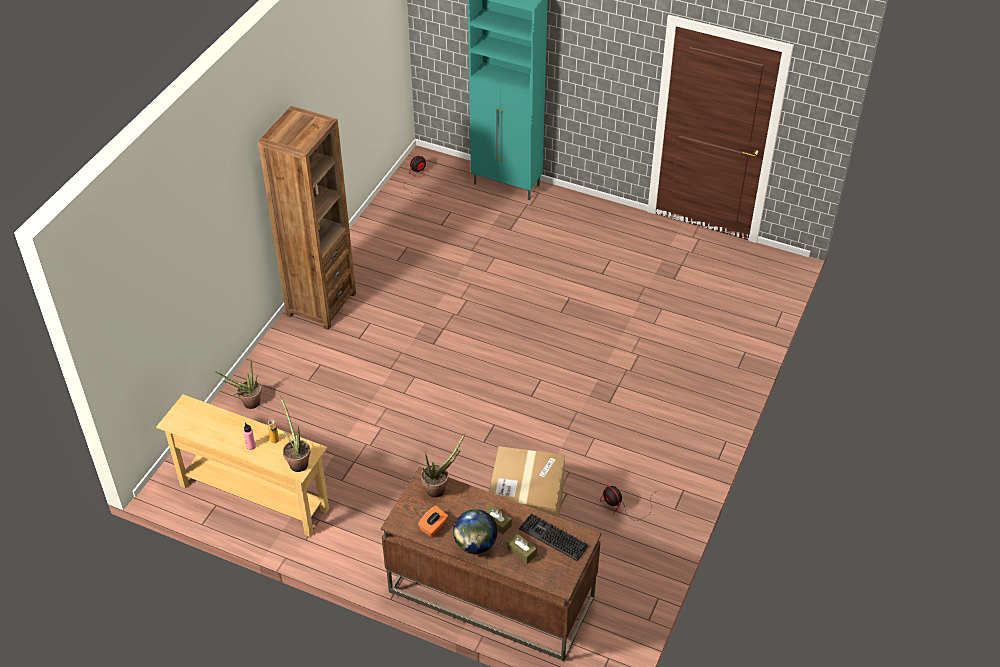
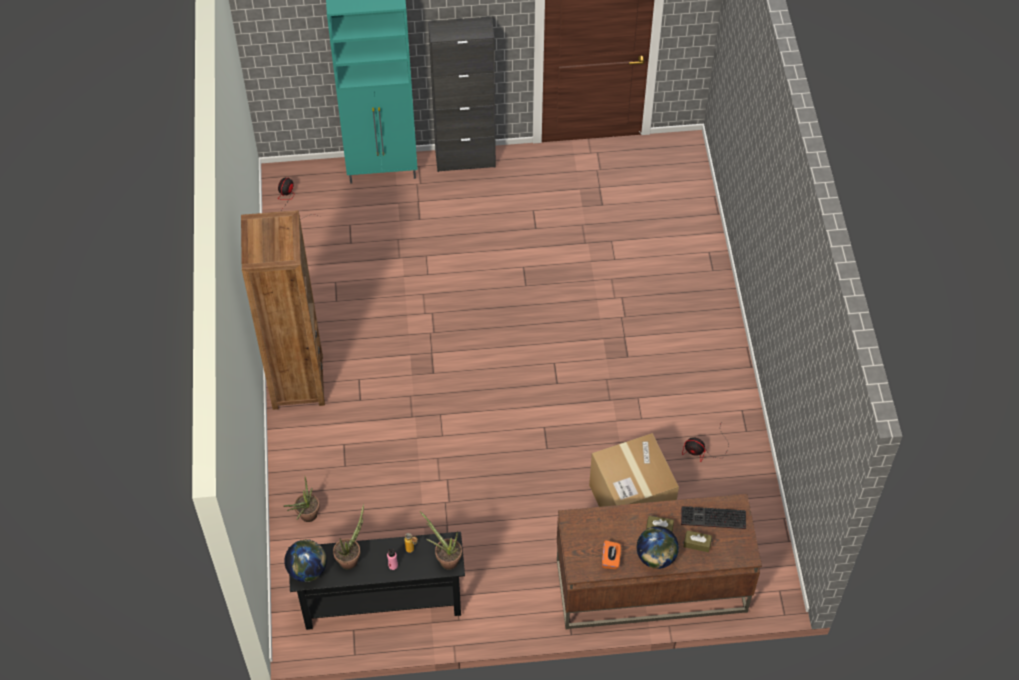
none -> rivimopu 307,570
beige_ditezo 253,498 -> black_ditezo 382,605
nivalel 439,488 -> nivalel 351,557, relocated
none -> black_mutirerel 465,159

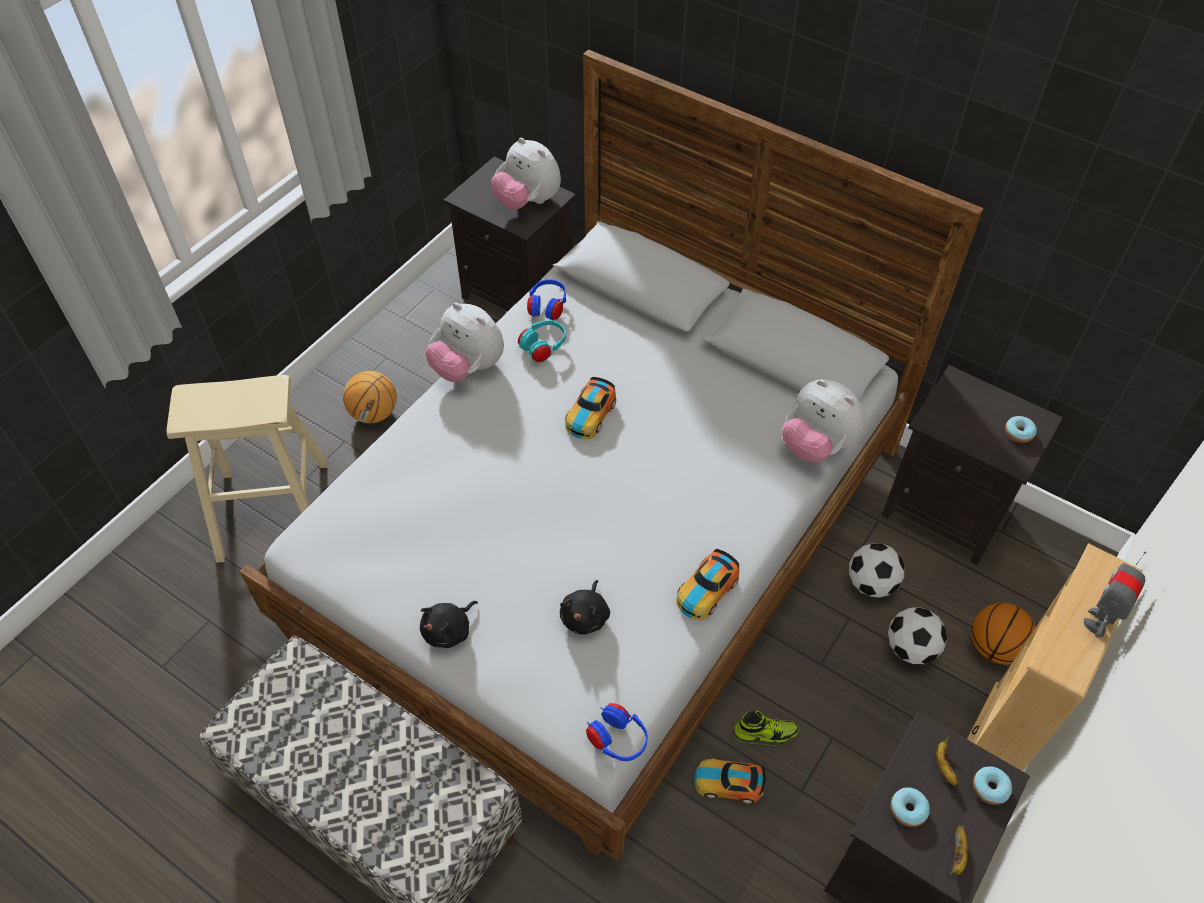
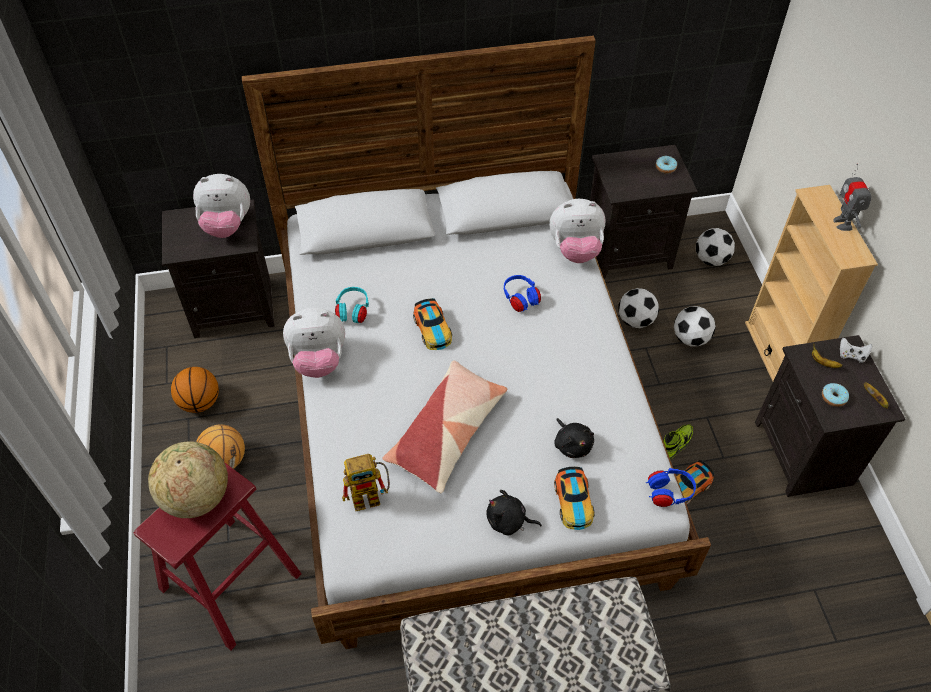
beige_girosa 273,510 -> red_girosa 230,581
none -> rivimopu 196,497
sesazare 995,647 -> sesazare 200,402, relocated
none -> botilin 371,496
none -> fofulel 447,432
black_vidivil 449,630 -> black_vidivil 509,521, 105 degrees clockwise
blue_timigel 547,308 -> blue_timigel 520,300, relocated
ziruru 706,590 -> ziruru 573,502, relocated
none -> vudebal 711,259
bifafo 990,788 -> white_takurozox 851,355

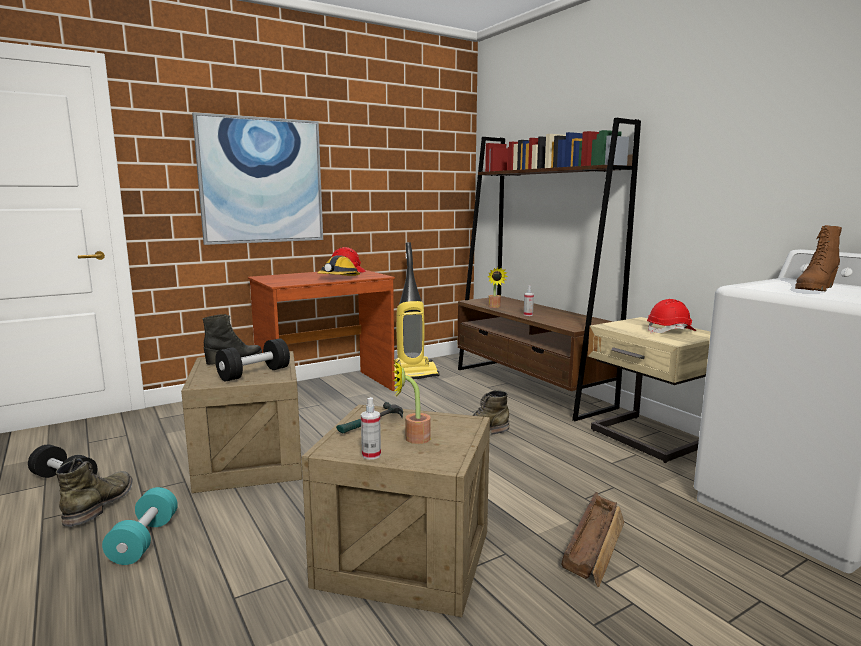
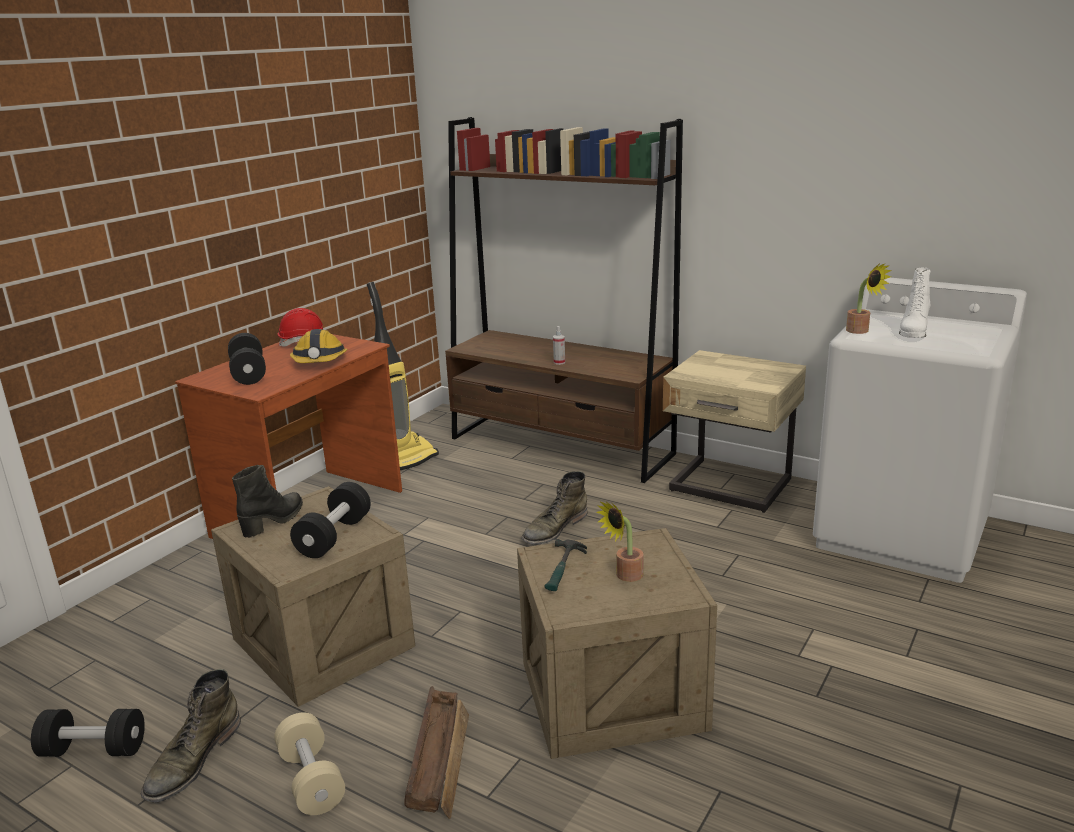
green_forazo 101,503 -> green_forazo 193,759, 135 degrees counterclockwise
none -> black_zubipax 249,373
turquoise_zubipax 144,540 -> beige_zubipax 311,780
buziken 595,545 -> buziken 439,759, relocated
nivalel 495,307 -> nivalel 861,331, relocated
brown_forazo 814,289 -> white_forazo 913,332
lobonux 261,181 -> none
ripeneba 371,455 -> none
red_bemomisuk 670,331 -> none

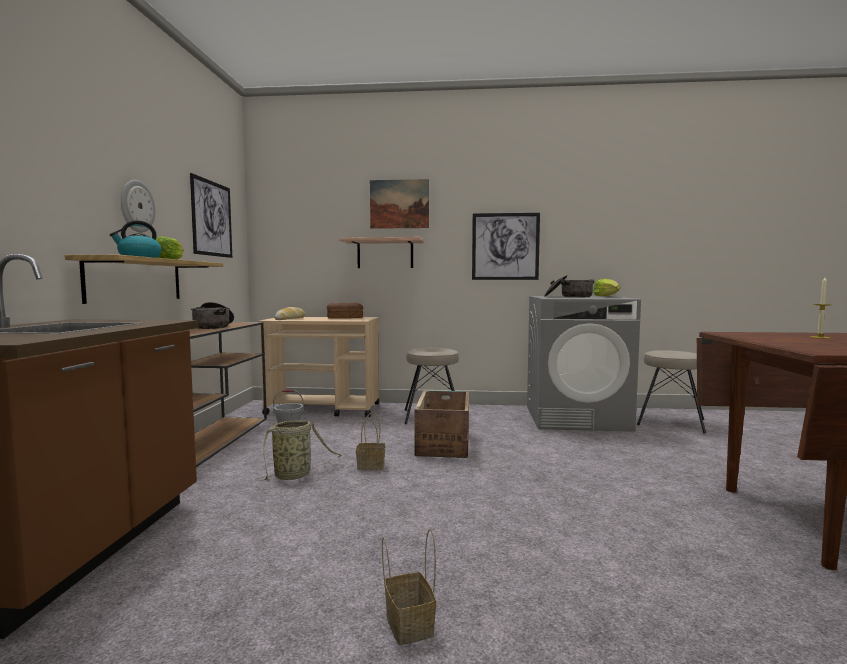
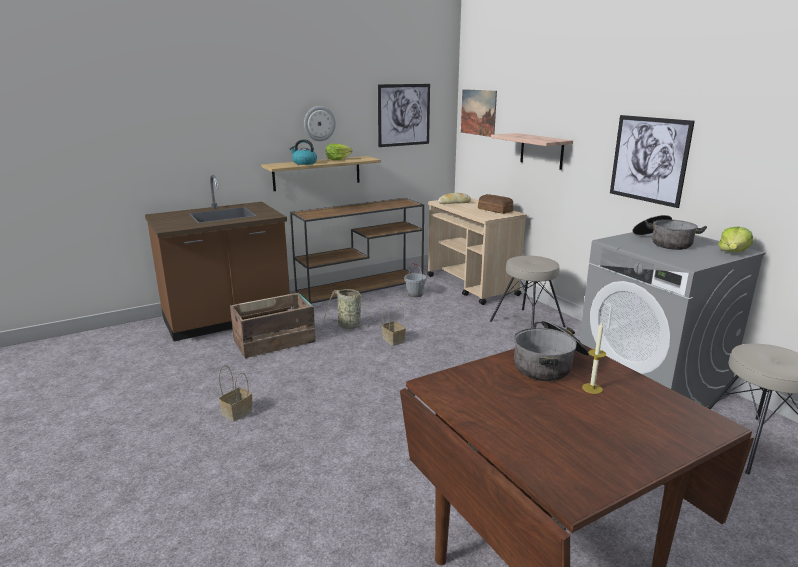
buziken 444,443 -> buziken 276,341, relocated
lobonux 399,204 -> lobonux 478,112, relocated
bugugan 214,326 -> bugugan 550,364, relocated

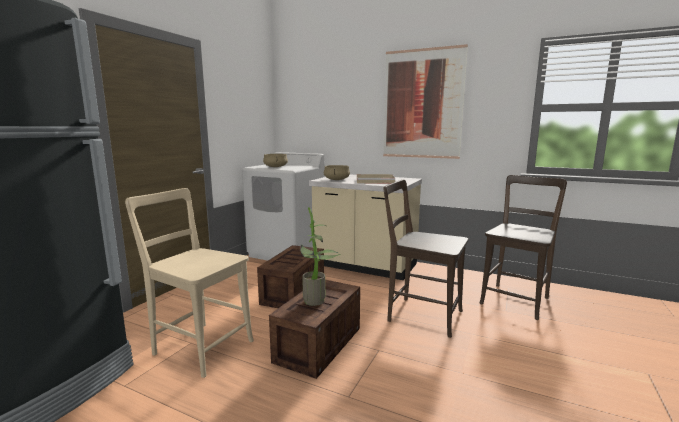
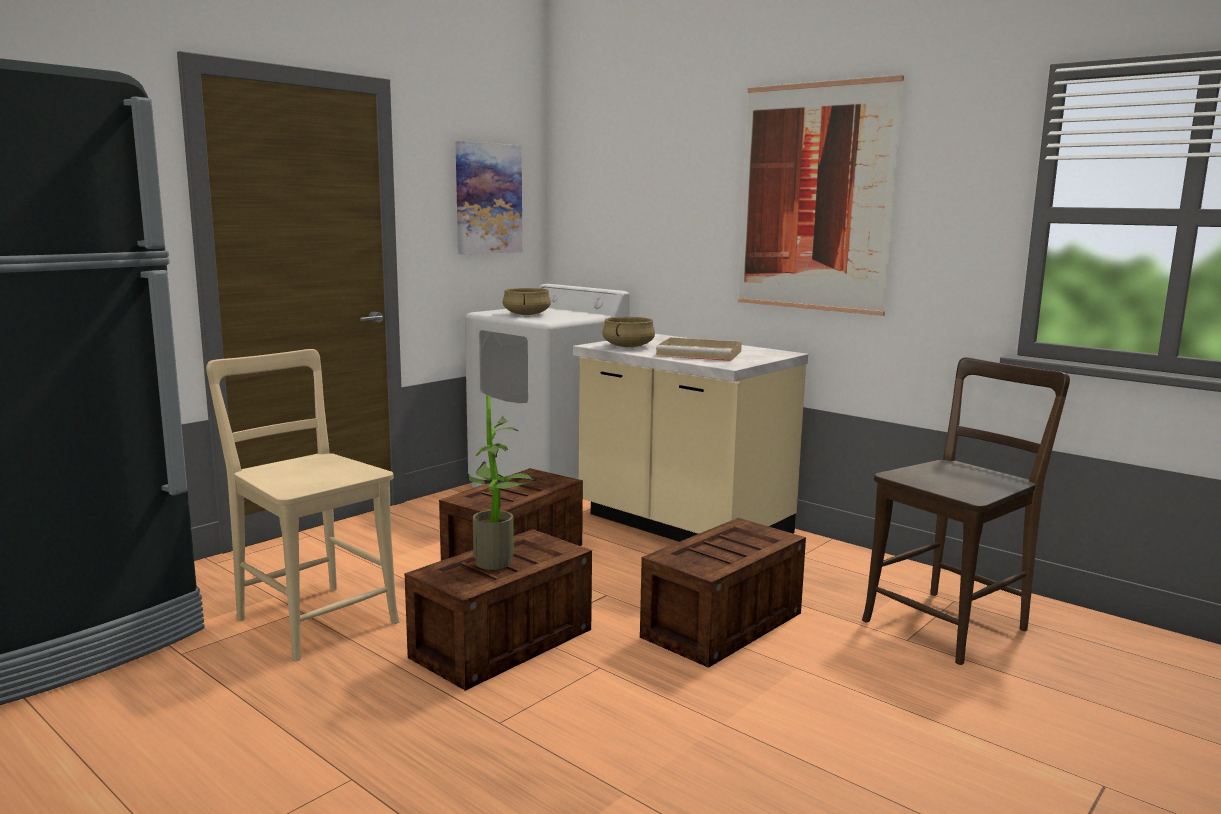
none -> lobonux 488,198
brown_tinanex 420,315 -> buziken 724,624

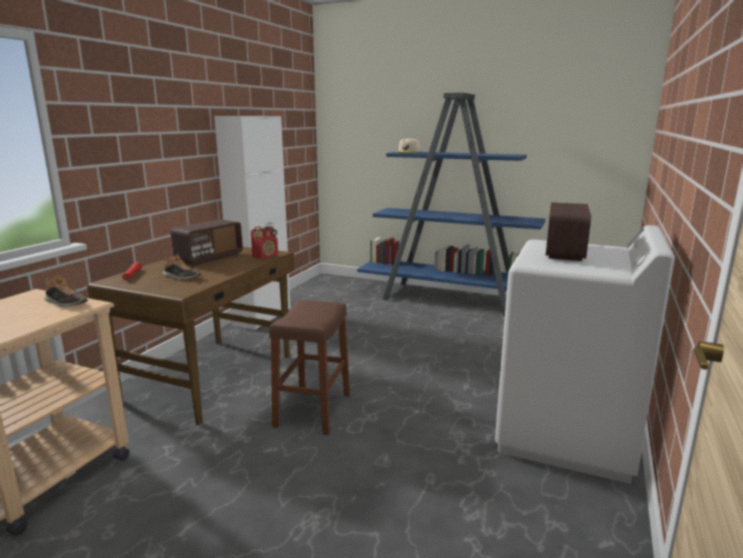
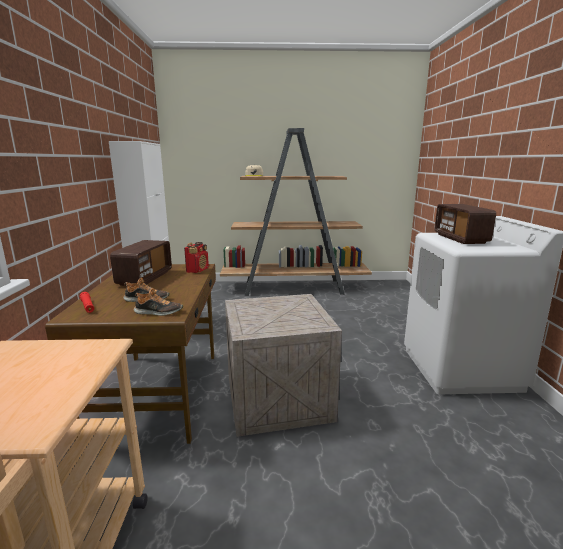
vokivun 65,303 -> vokivun 158,312, relocated
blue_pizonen 452,299 -> brown_pizonen 295,288
brown_girosa 313,410 -> buziken 279,399

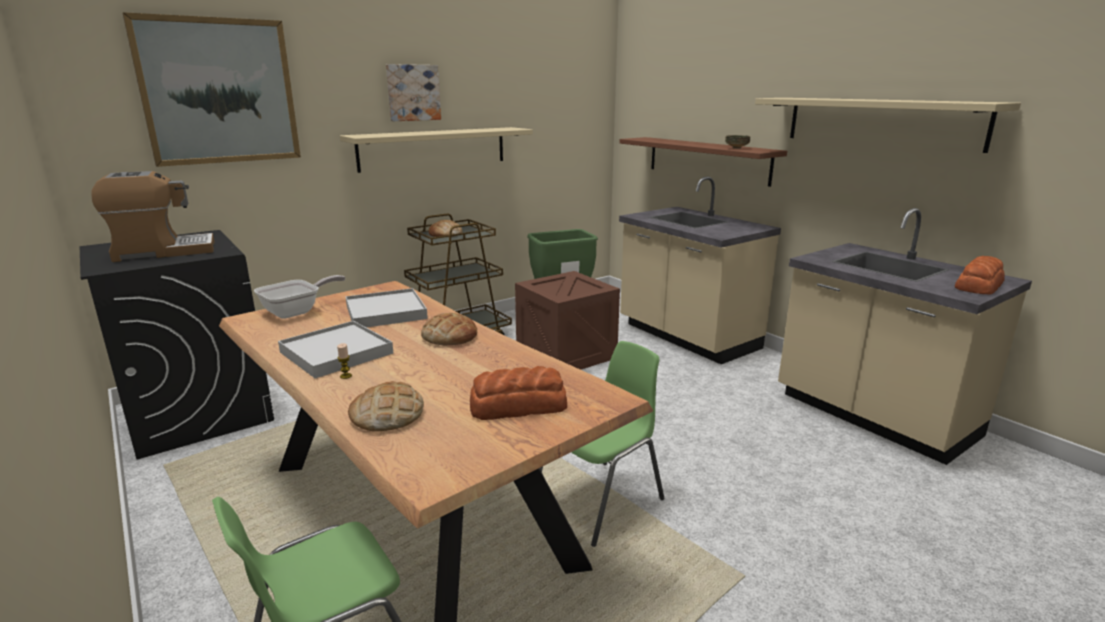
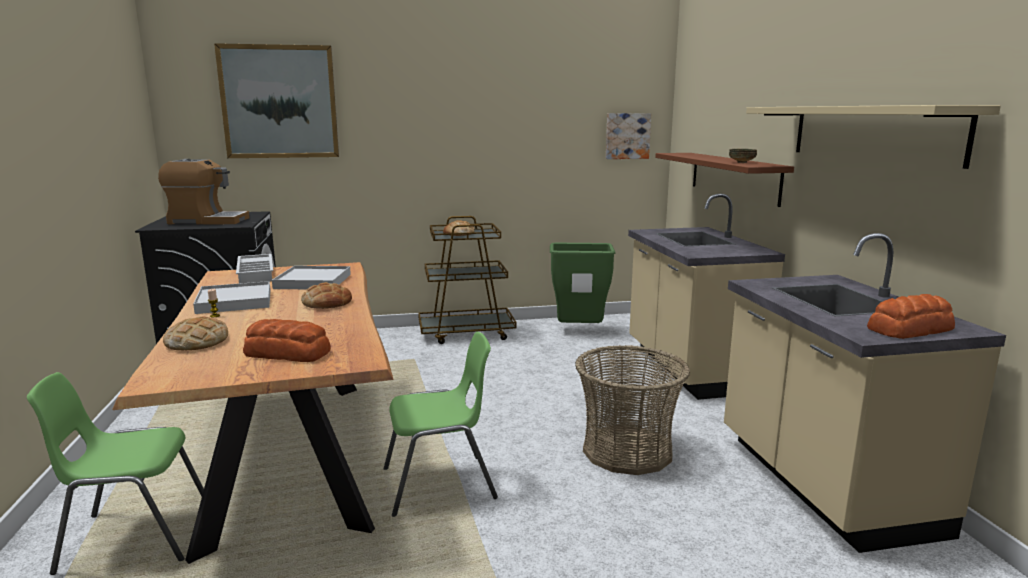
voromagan 297,311 -> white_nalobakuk 257,273
none -> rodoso 627,451
lobonux 413,92 -> lobonux 627,136, relocated
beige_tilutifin 433,148 -> none
buziken 566,354 -> none

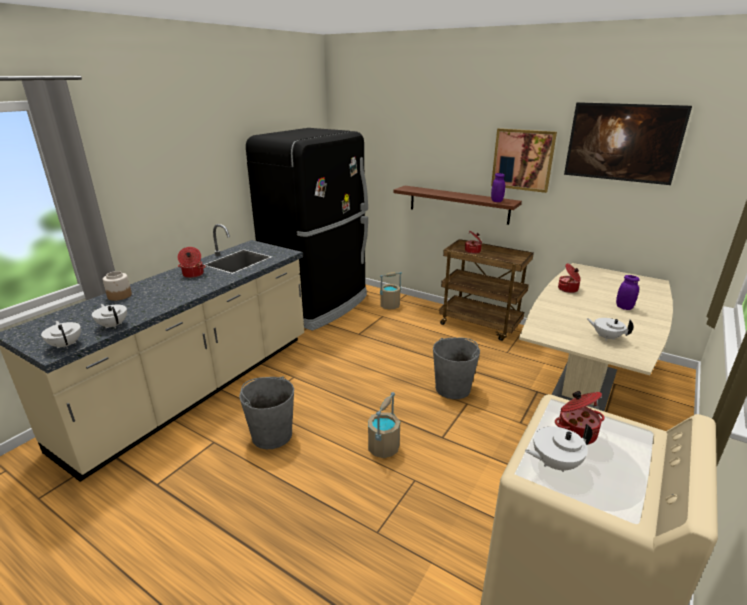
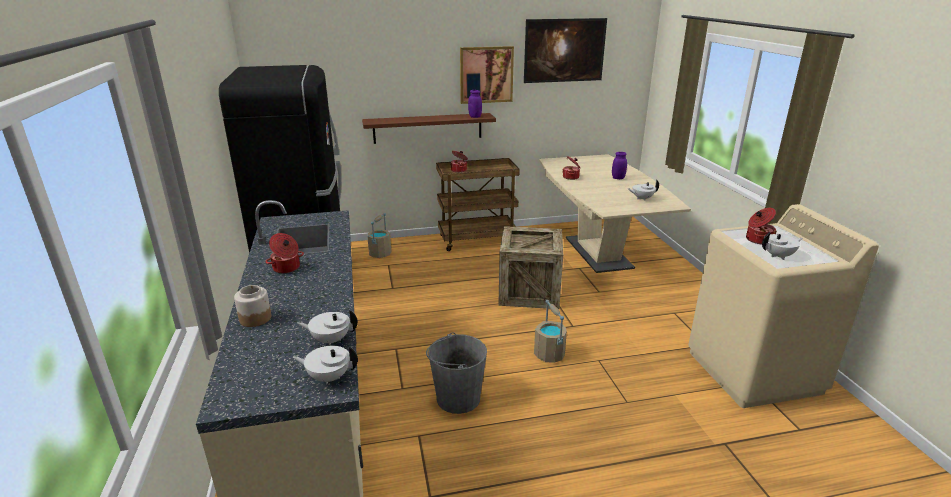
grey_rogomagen 453,388 -> buziken 529,292
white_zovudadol 554,463 -> white_zovudadol 778,256, 135 degrees counterclockwise

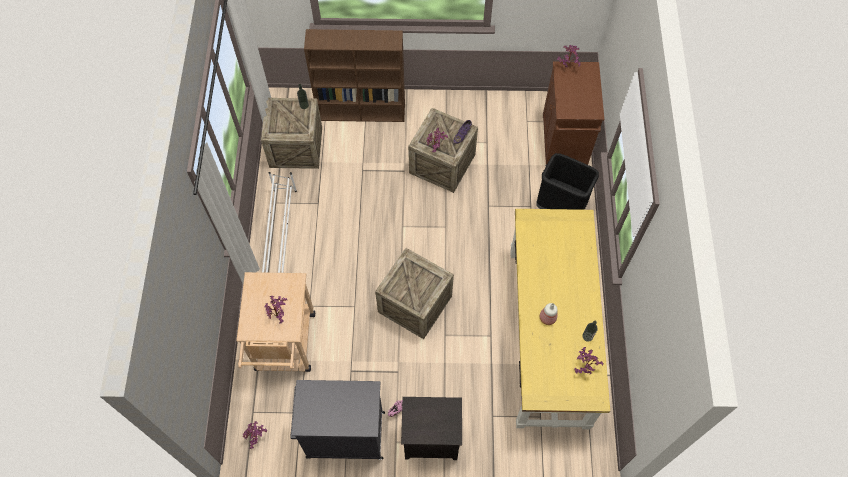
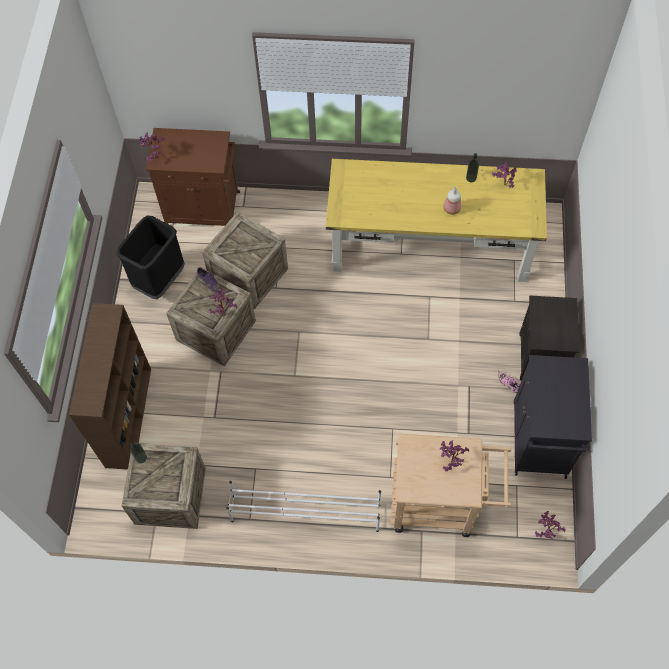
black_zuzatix 560,208 -> black_zuzatix 159,279, relocated
buziken 415,304 -> buziken 249,275, relocated

